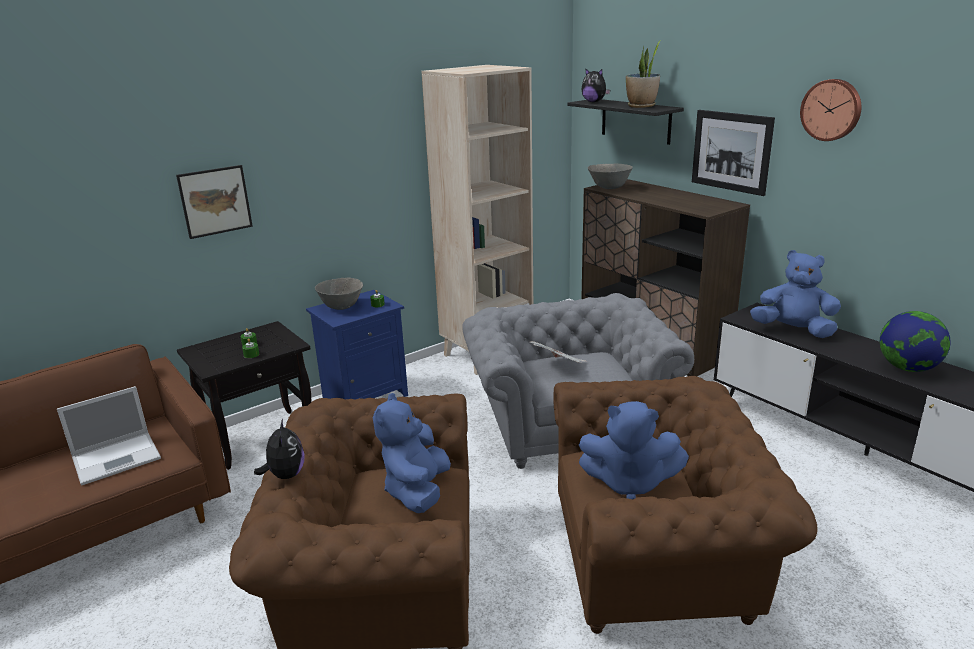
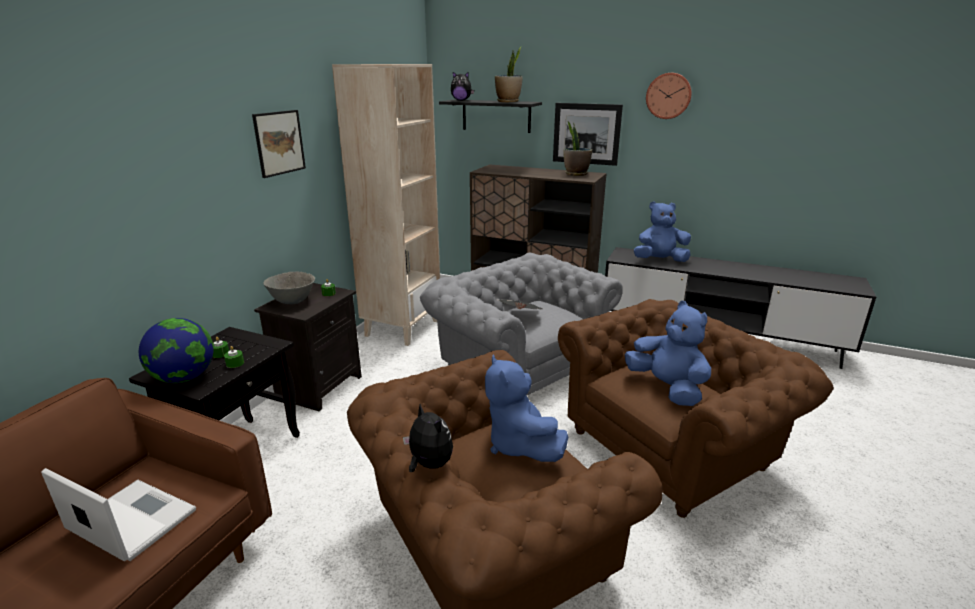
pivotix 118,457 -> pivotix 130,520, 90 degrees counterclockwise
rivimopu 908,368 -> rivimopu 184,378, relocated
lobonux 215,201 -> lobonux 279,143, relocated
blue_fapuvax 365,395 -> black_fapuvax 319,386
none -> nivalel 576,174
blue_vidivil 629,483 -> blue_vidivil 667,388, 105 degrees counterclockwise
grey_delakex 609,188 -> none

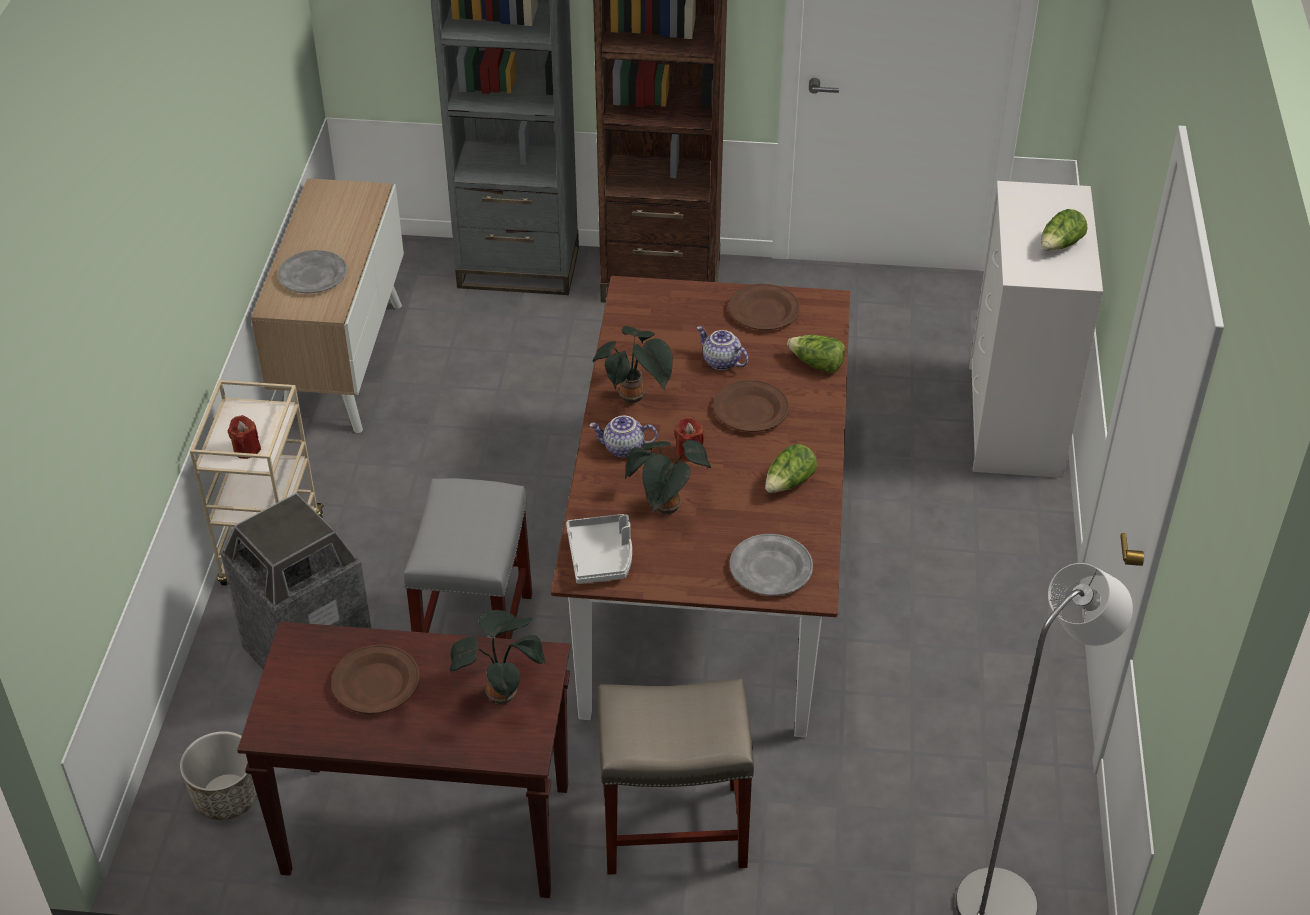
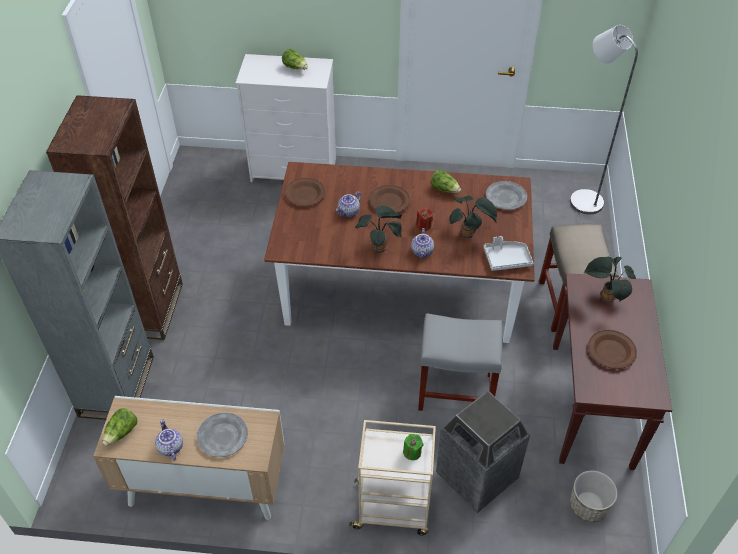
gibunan 816,364 -> gibunan 122,432, relocated
none -> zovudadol 170,447
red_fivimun 246,449 -> green_fivimun 412,452

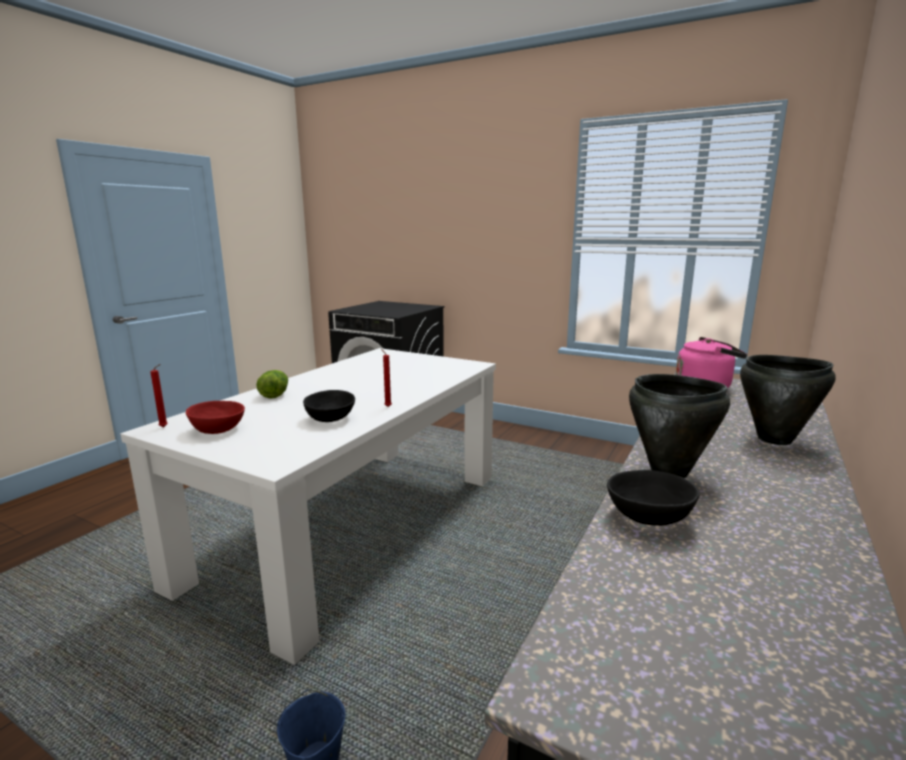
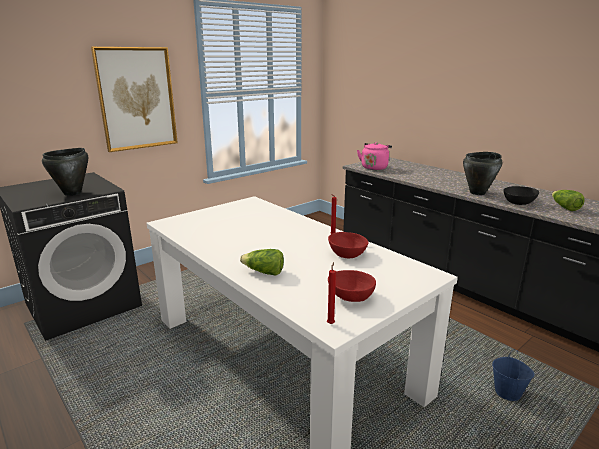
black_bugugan 775,439 -> black_bugugan 73,193, relocated
none -> lobonux 137,99
black_delakex 330,418 -> red_delakex 347,254
none -> gibunan 564,207

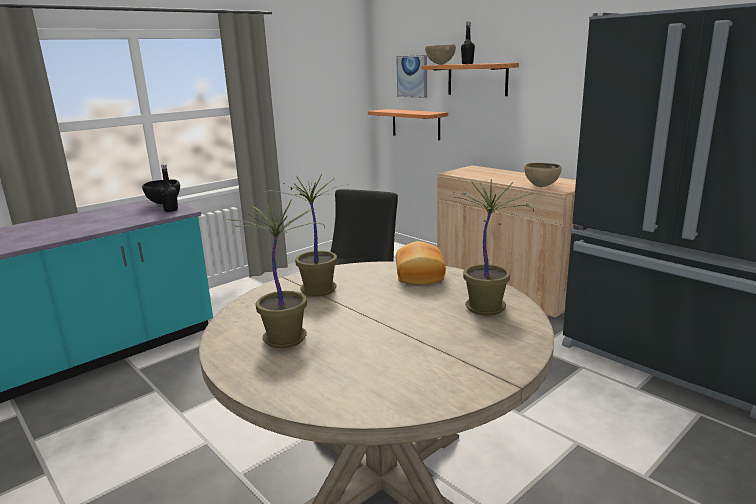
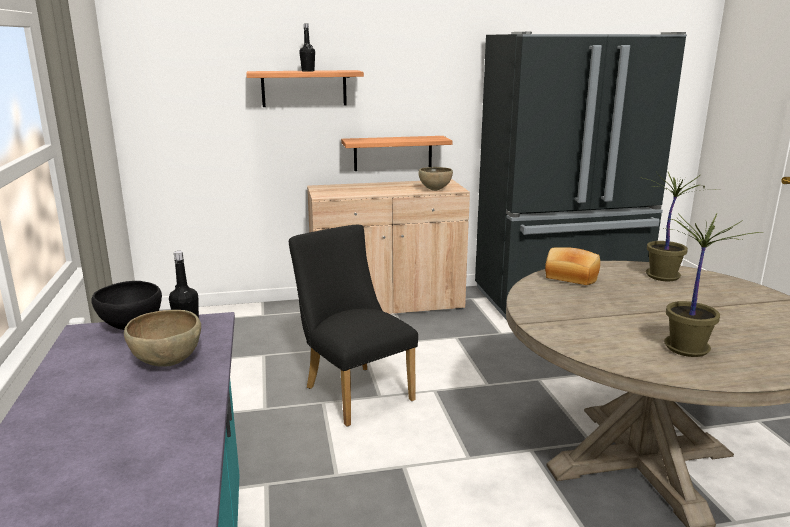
brown_delakex 440,64 -> brown_delakex 167,363, relocated
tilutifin 416,124 -> tilutifin 393,153, relocated
nivalel 317,290 -> none
lobonux 412,76 -> none

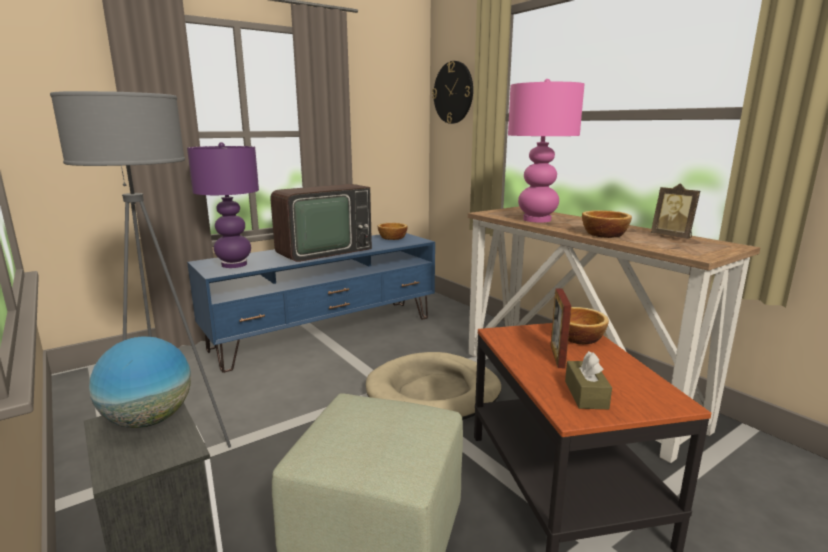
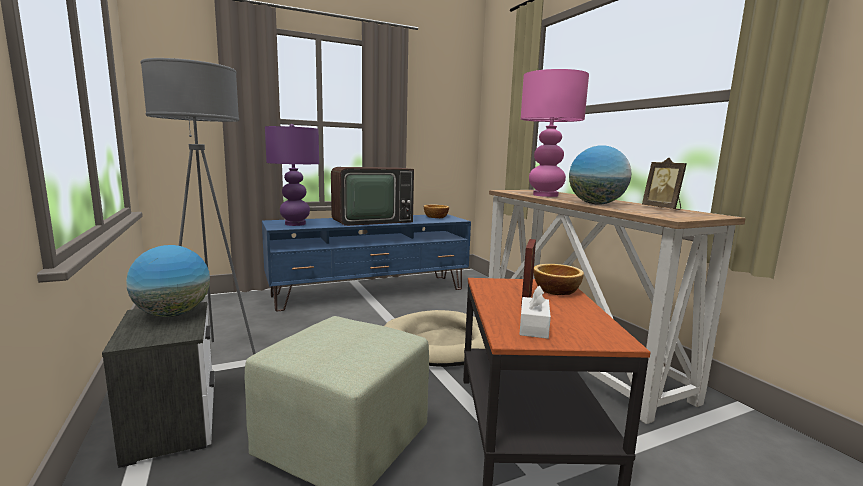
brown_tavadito 586,394 -> white_tavadito 533,327
delakex 603,234 -> rivimopu 596,204
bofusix 453,92 -> none

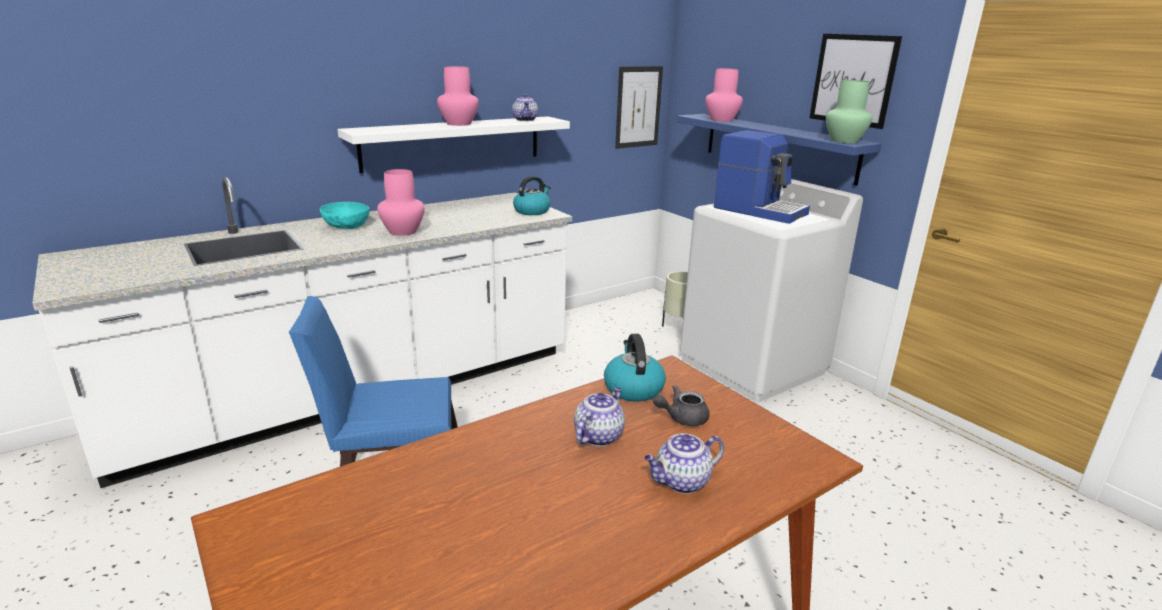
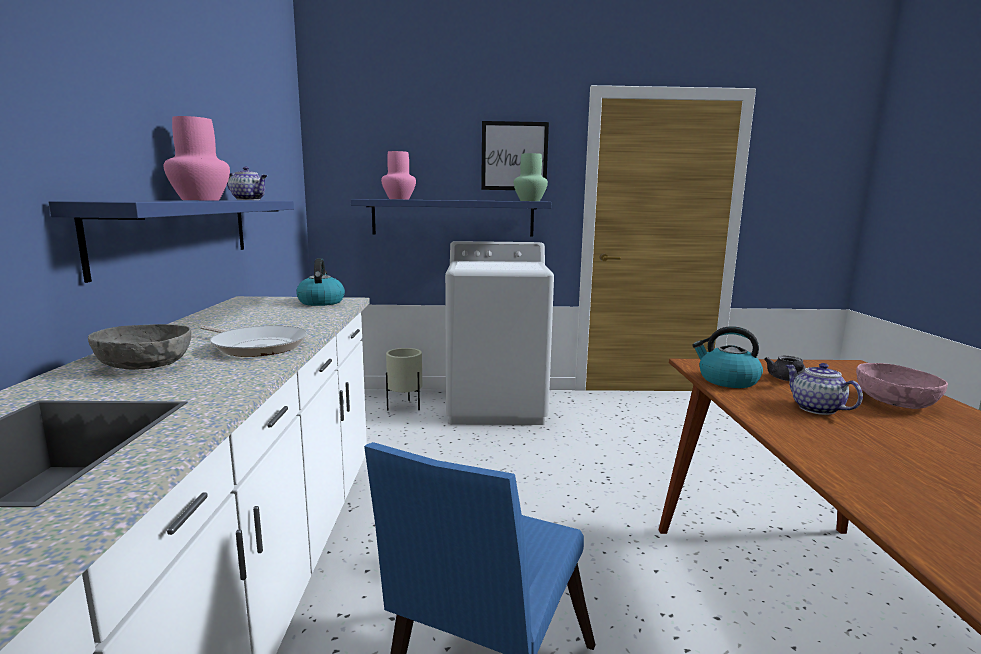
white_tilutifin 453,143 -> blue_tilutifin 179,231
turquoise_delakex 346,226 -> grey_delakex 146,365
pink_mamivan 403,231 -> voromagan 257,346
zovudadol 681,482 -> pink_delakex 895,402
lobonux 638,107 -> none
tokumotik 759,210 -> none

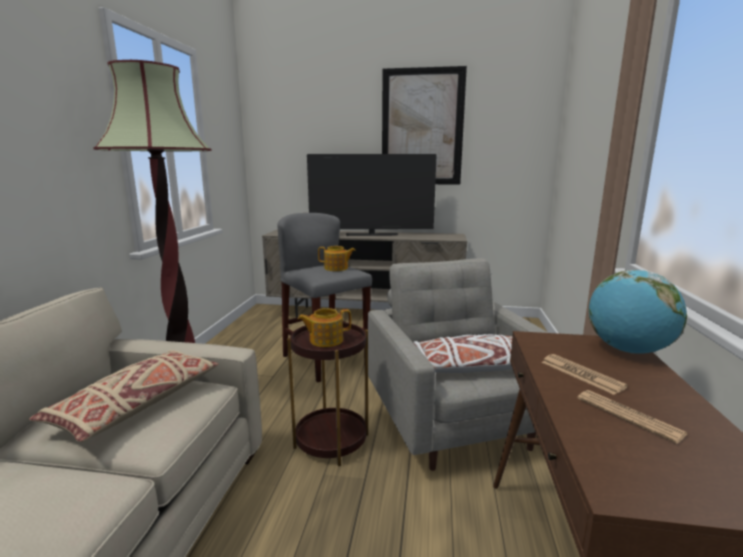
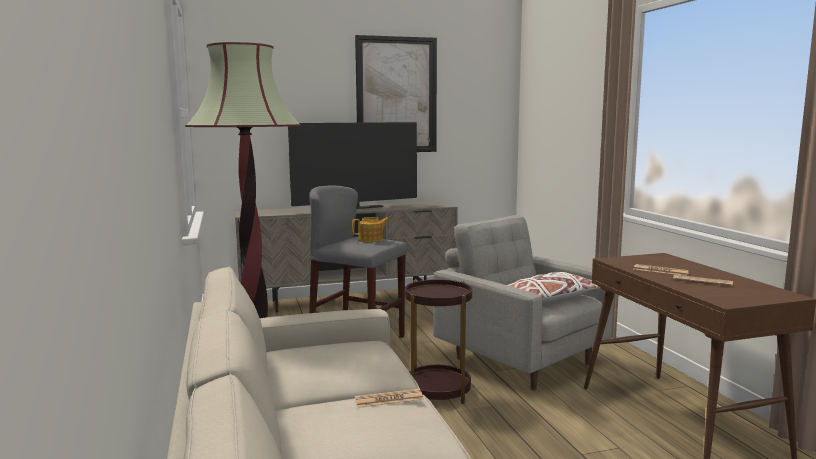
none -> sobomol 388,399
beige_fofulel 138,405 -> none
zovudadol 325,340 -> none
rivimopu 628,350 -> none

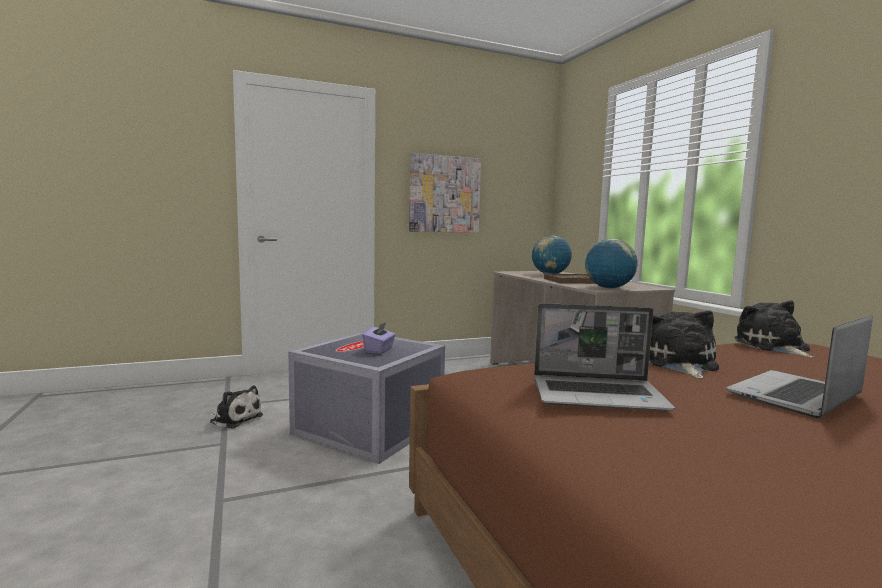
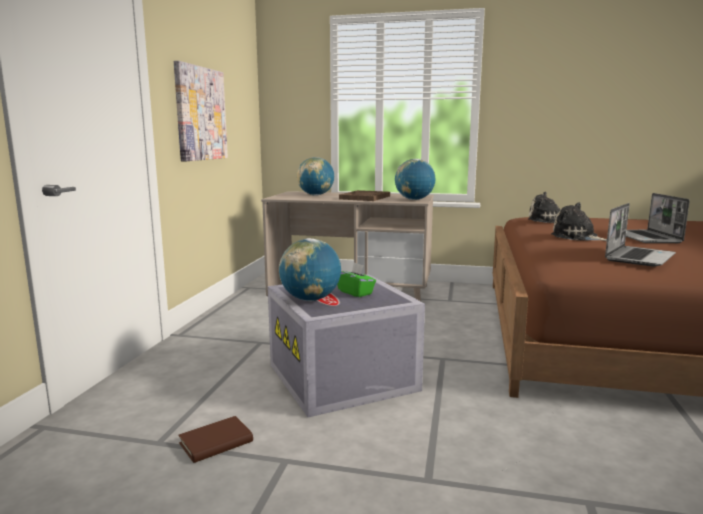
vidivil 235,419 -> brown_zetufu 216,443
none -> rivimopu 310,299
purple_tavadito 379,350 -> green_tavadito 355,292

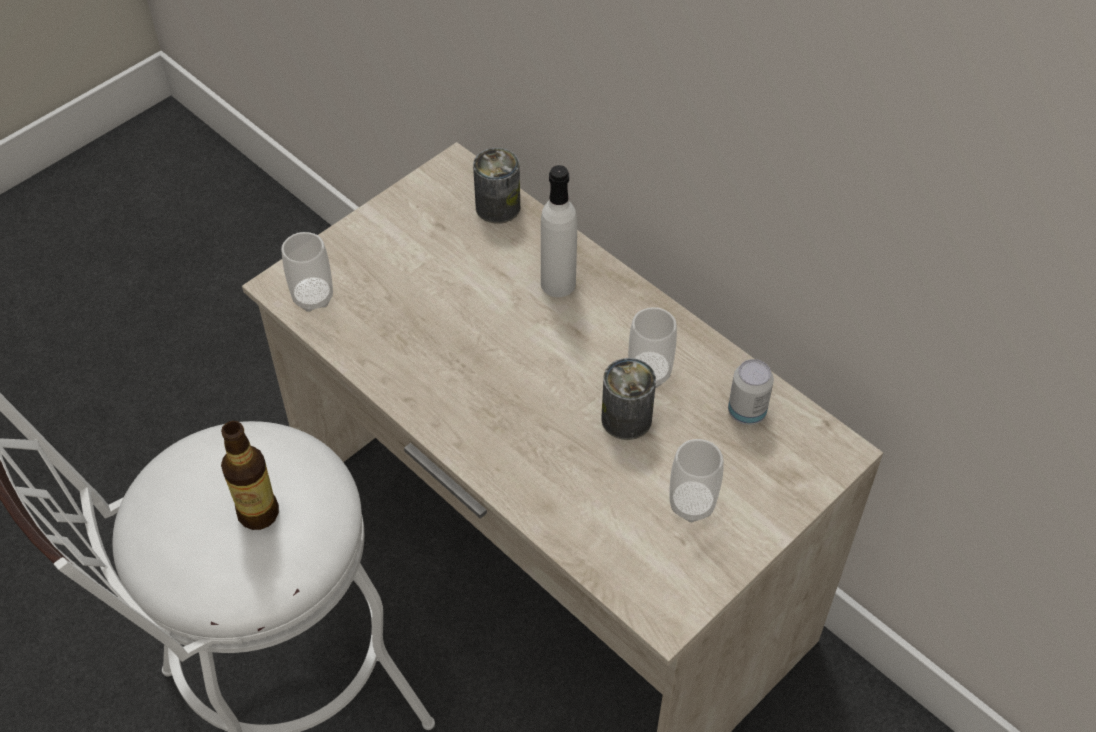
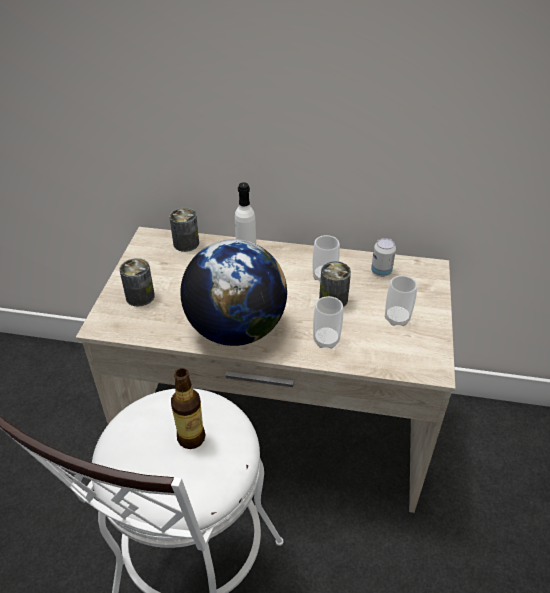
none -> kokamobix 140,296
none -> rivimopu 236,329
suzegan 313,297 -> suzegan 326,340, relocated

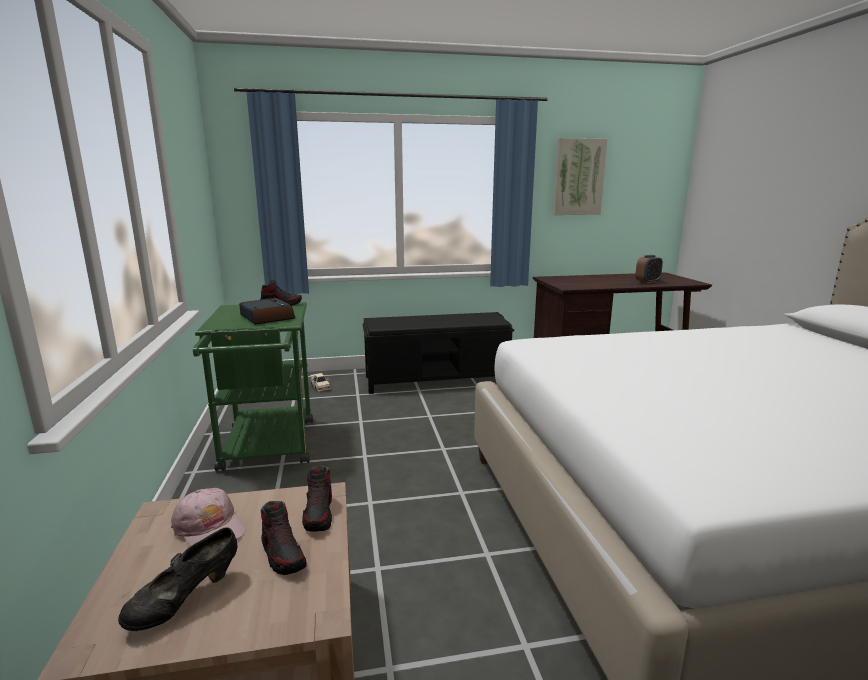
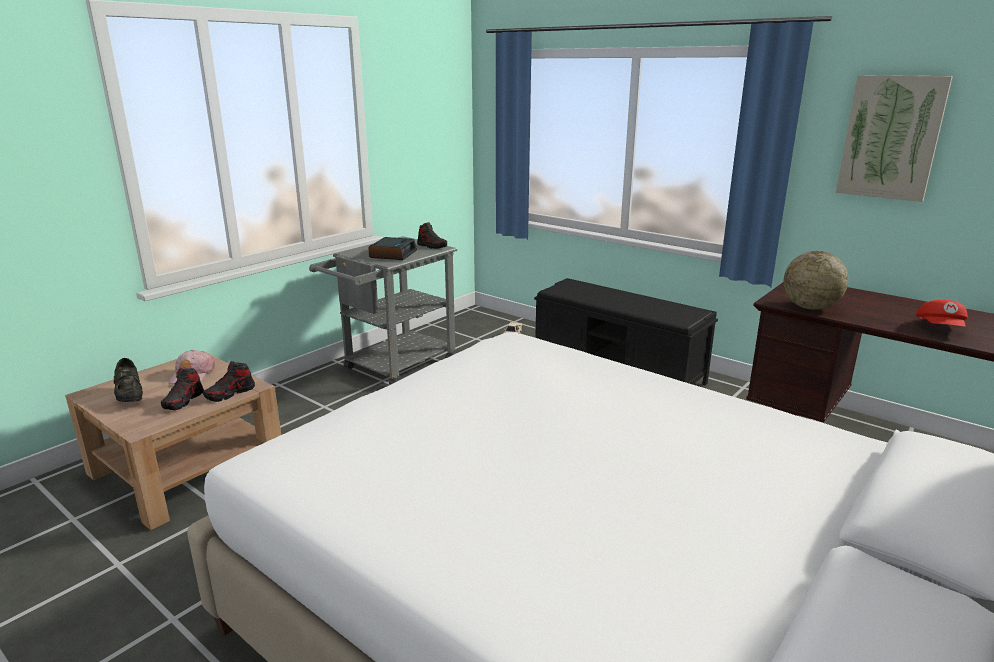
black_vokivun 185,600 -> black_vokivun 130,396, 120 degrees counterclockwise
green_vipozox 268,449 -> grey_vipozox 393,367
none -> rivimopu 810,307
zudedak 647,282 -> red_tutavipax 940,328

